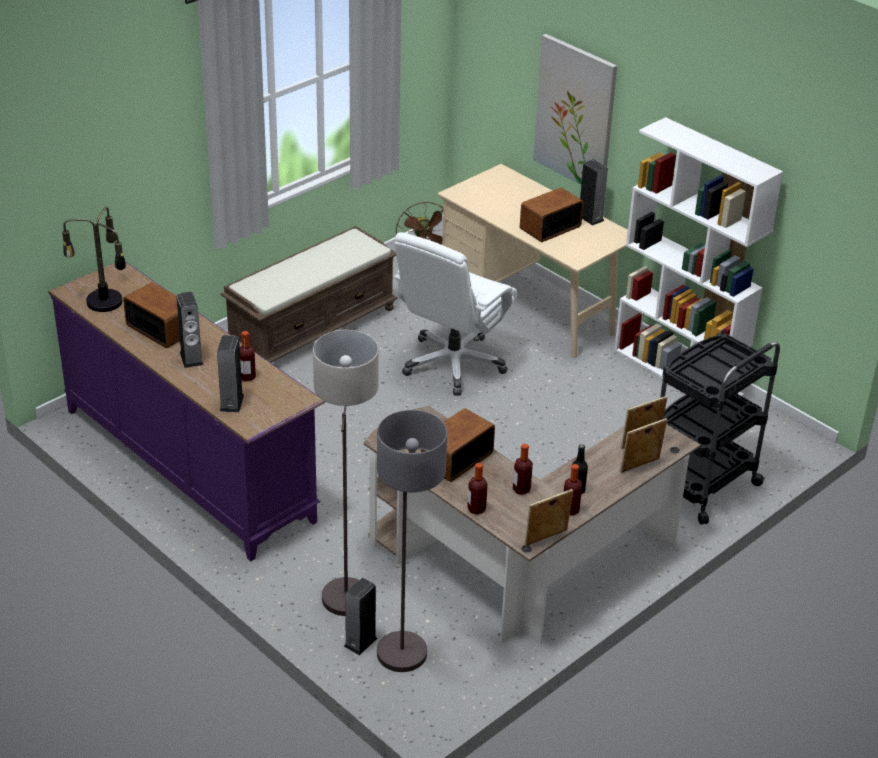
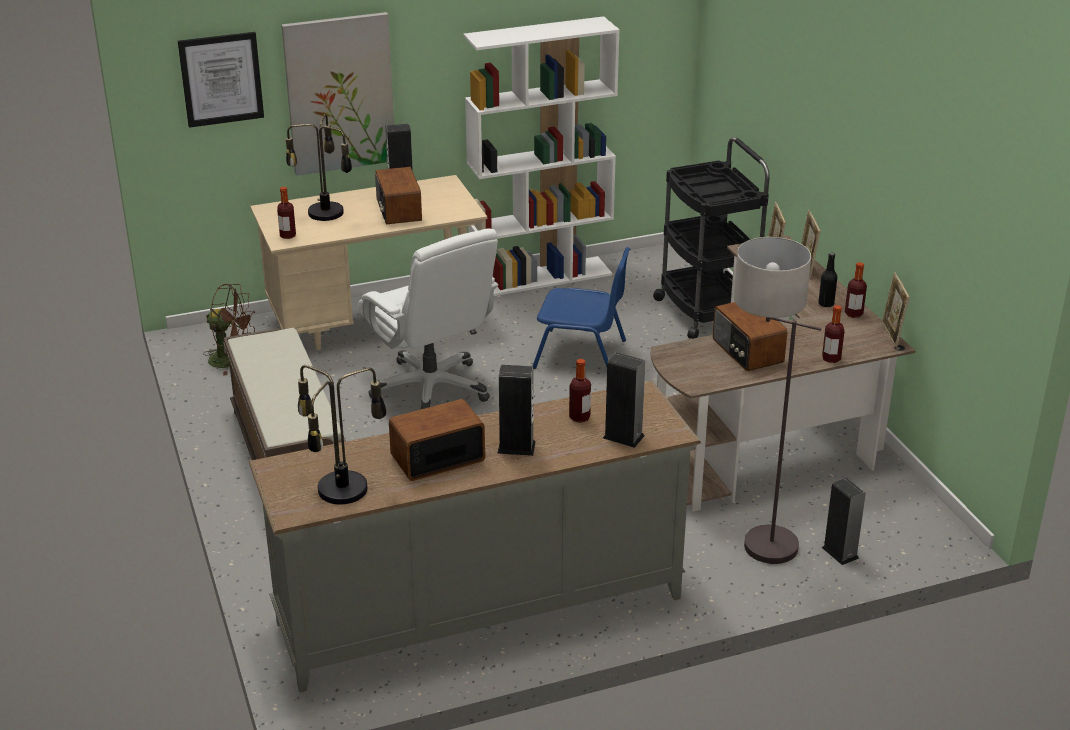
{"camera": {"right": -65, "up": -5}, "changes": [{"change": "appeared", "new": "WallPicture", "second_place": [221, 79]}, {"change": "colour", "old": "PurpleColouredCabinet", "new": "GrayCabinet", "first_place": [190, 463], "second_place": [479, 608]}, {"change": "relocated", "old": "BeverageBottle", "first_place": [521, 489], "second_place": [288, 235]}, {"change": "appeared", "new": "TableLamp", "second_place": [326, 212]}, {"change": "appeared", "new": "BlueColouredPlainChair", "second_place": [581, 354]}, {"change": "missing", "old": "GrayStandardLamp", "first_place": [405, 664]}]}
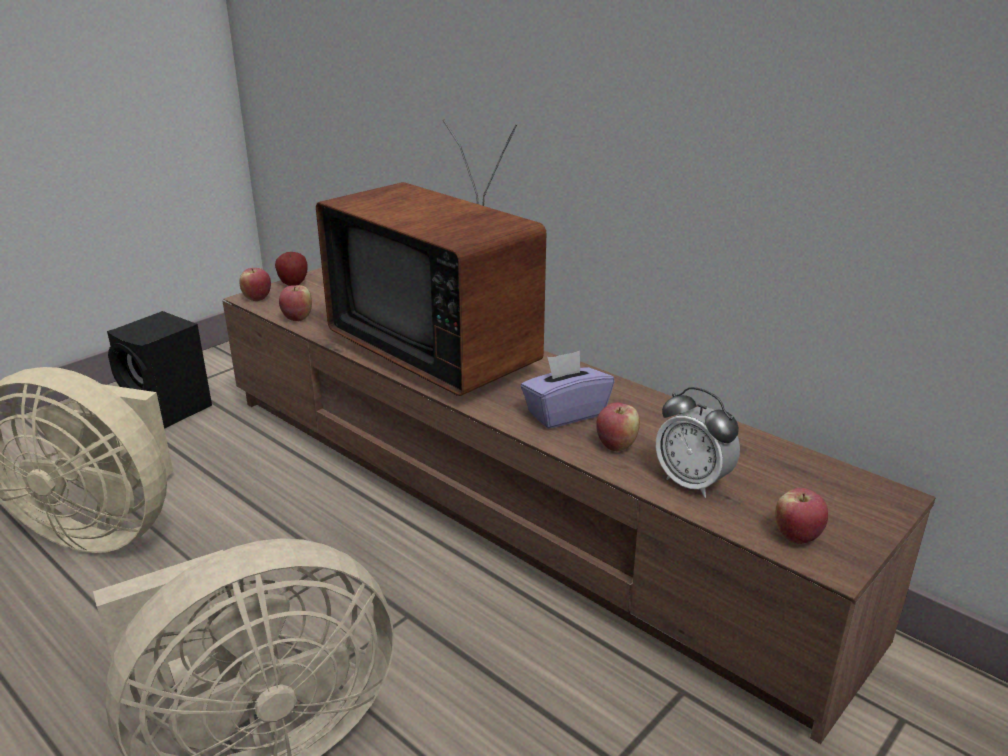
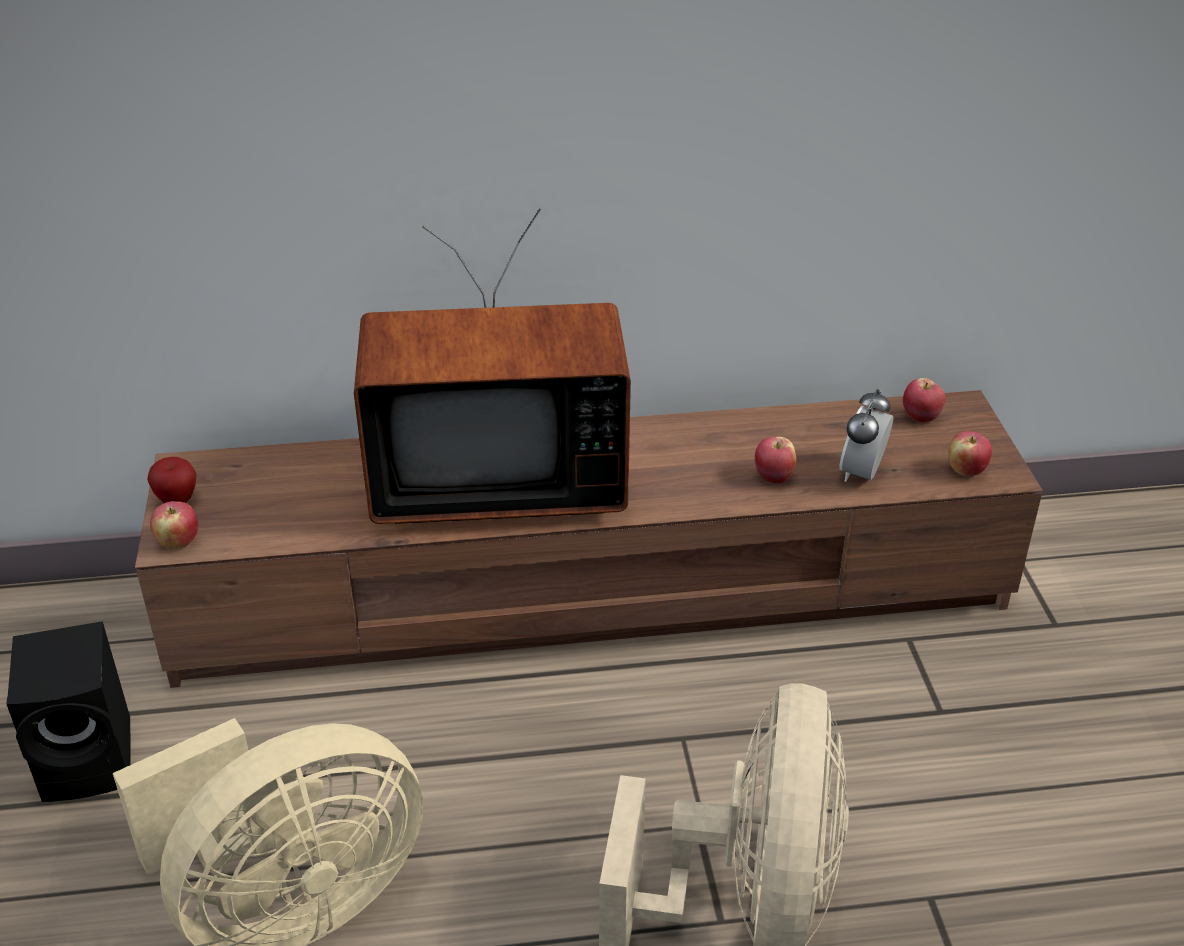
{"camera": {"right": -50, "up": 10}, "changes": [{"change": "spun", "old": "AlarmClock", "first_place": [692, 483], "second_place": [862, 473], "degrees": 120}, {"change": "relocated", "old": "WholeApple", "first_place": [297, 318], "second_place": [920, 417]}, {"change": "missing", "old": "PurpleColouredTissueHolder", "first_place": [565, 413]}]}
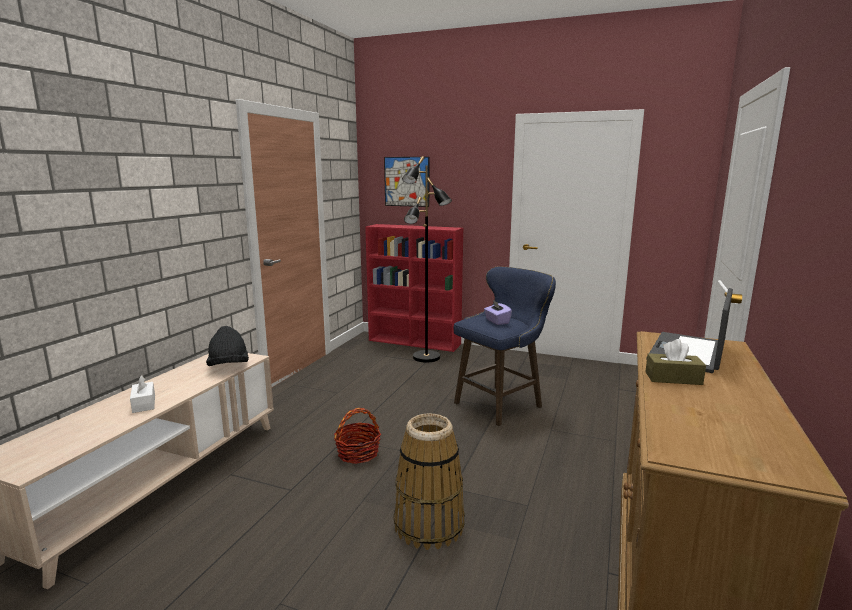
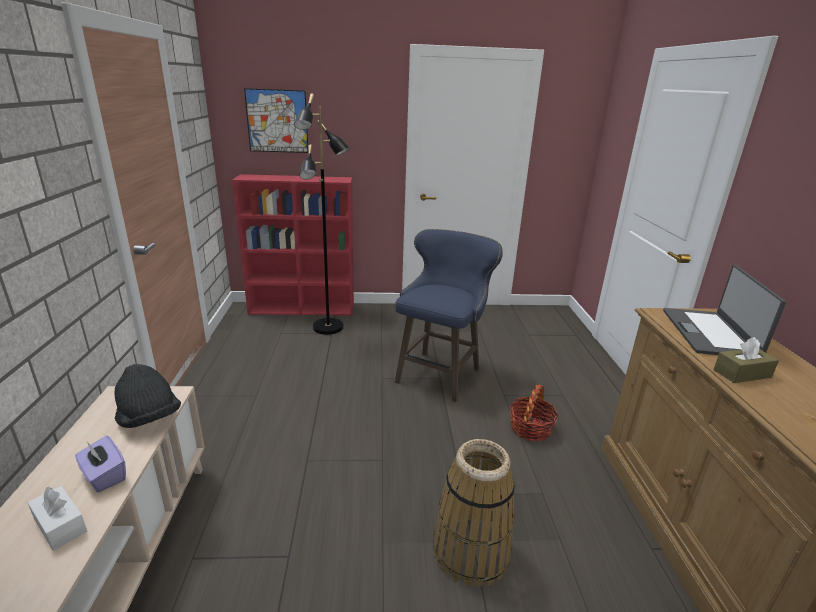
{"camera": {"right": -25, "up": 10}, "changes": [{"change": "relocated", "old": "PurpleColouredTissueHolder", "first_place": [497, 321], "second_place": [104, 476]}, {"change": "relocated", "old": "Basket", "first_place": [358, 453], "second_place": [530, 428]}]}
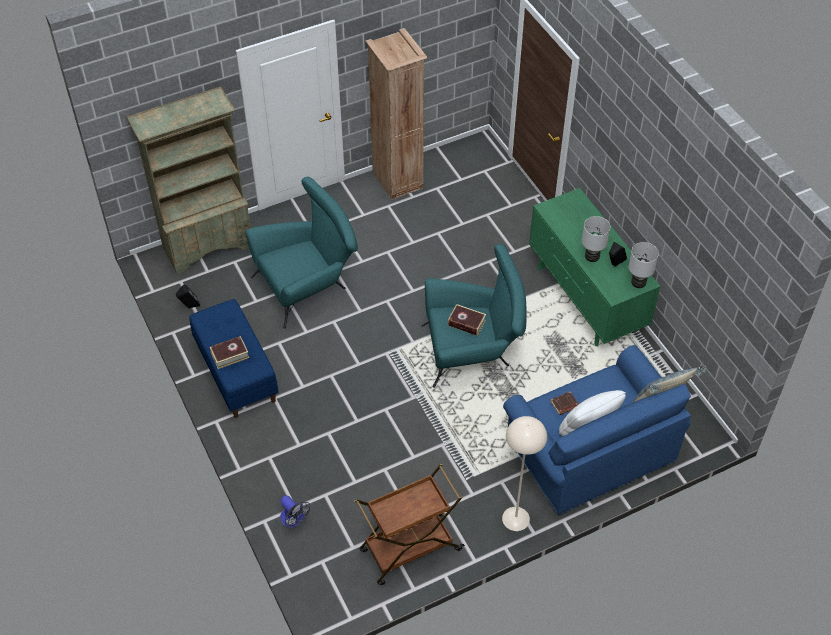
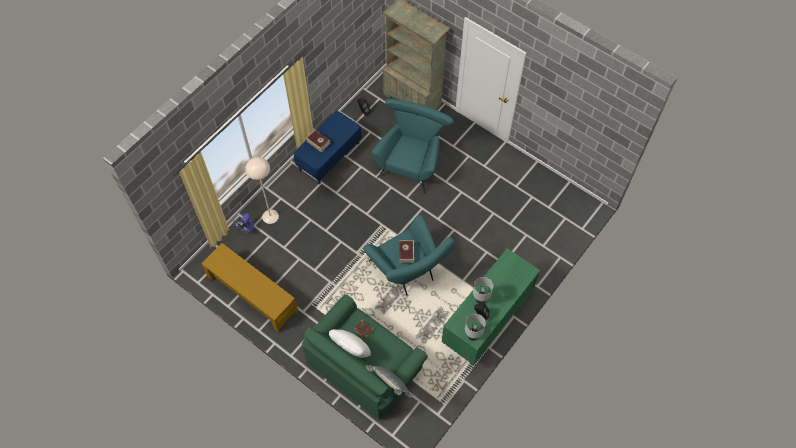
{"camera": {"right": 65, "up": 10}, "changes": [{"change": "exchanged", "old": "BrownColouredTrolley", "new": "YellowTvUnit", "first_place": [410, 550], "second_place": [251, 294]}, {"change": "relocated", "old": "BeigeStandardLamp", "first_place": [515, 519], "second_place": [270, 216]}, {"change": "colour", "old": "BlueColouredSettee", "new": "GreenColouredSettee", "first_place": [590, 450], "second_place": [364, 366]}, {"change": "spun", "old": "BlueGreenEasyChair", "first_place": [307, 285], "second_place": [411, 161], "degrees": -105}, {"change": "missing", "old": "BrownColouredCabinet", "first_place": [398, 180]}]}
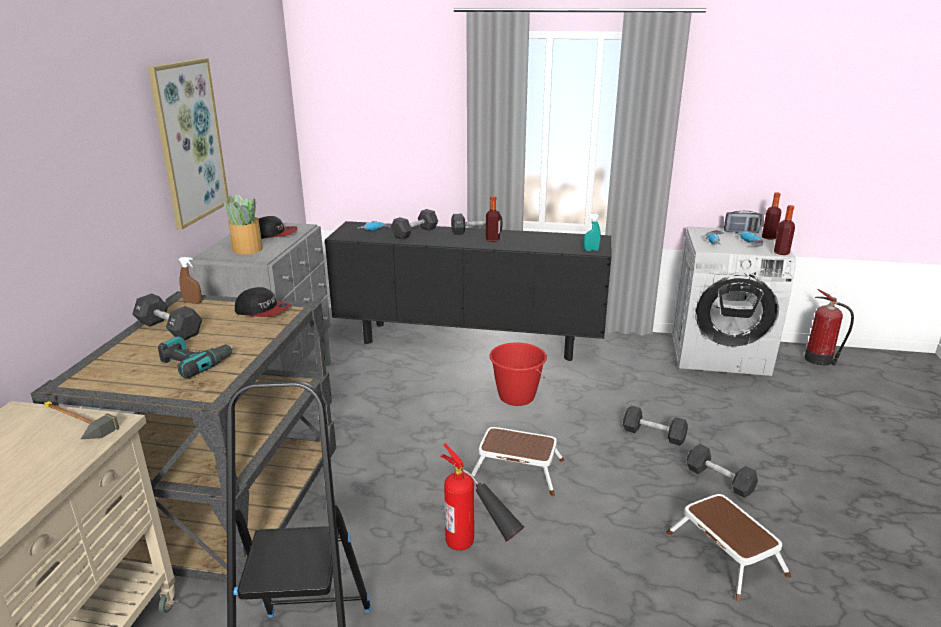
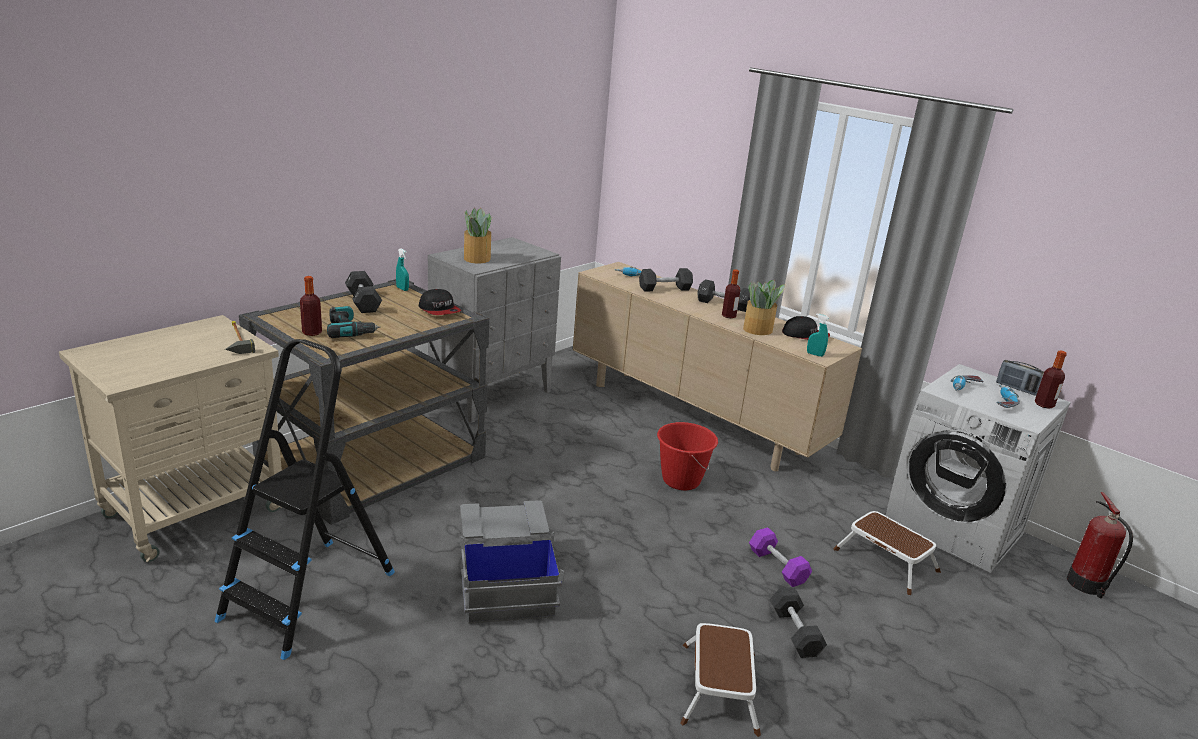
{"camera": {"right": 30, "up": 0}, "changes": [{"change": "relocated", "old": "BeverageBottle", "first_place": [781, 253], "second_place": [312, 333]}, {"change": "colour", "old": "BrownColouredHandSprayer", "new": "BlueGreenHandSprayer", "first_place": [193, 302], "second_place": [402, 289]}, {"change": "exchanged", "old": "FireExtinguisher", "new": "GrayStorageBox", "first_place": [478, 555], "second_place": [506, 580]}, {"change": "colour", "old": "BlackishCabinet", "new": "BeigeCabinet", "first_place": [469, 341], "second_place": [694, 417]}, {"change": "appeared", "new": "PottedPlant", "second_place": [758, 330]}, {"change": "colour", "old": "BlackishDumbbell", "new": "PurpleColouredDumbbell", "first_place": [653, 434], "second_place": [777, 566]}, {"change": "relocated", "old": "Cap", "first_place": [274, 234], "second_place": [805, 335]}, {"change": "relocated", "old": "BrownColouredStepStool", "first_place": [517, 470], "second_place": [886, 560]}, {"change": "missing", "old": "WallPicture", "first_place": [189, 142]}]}
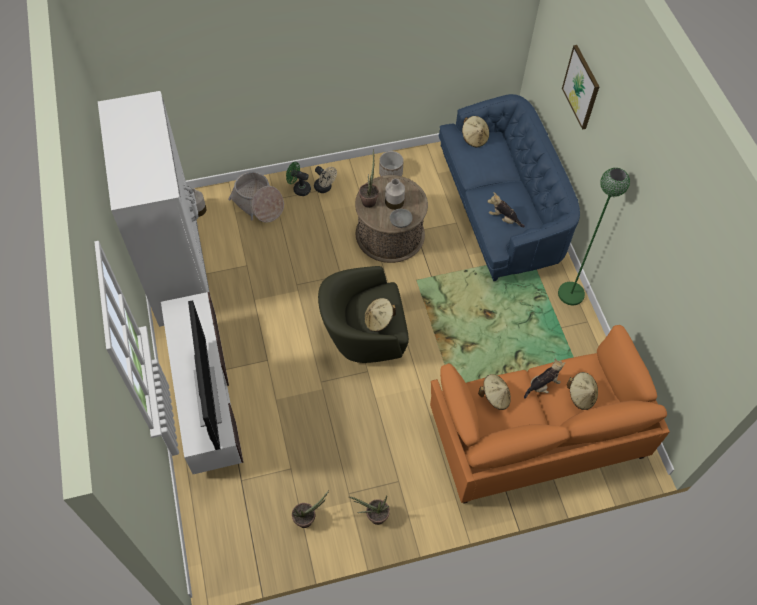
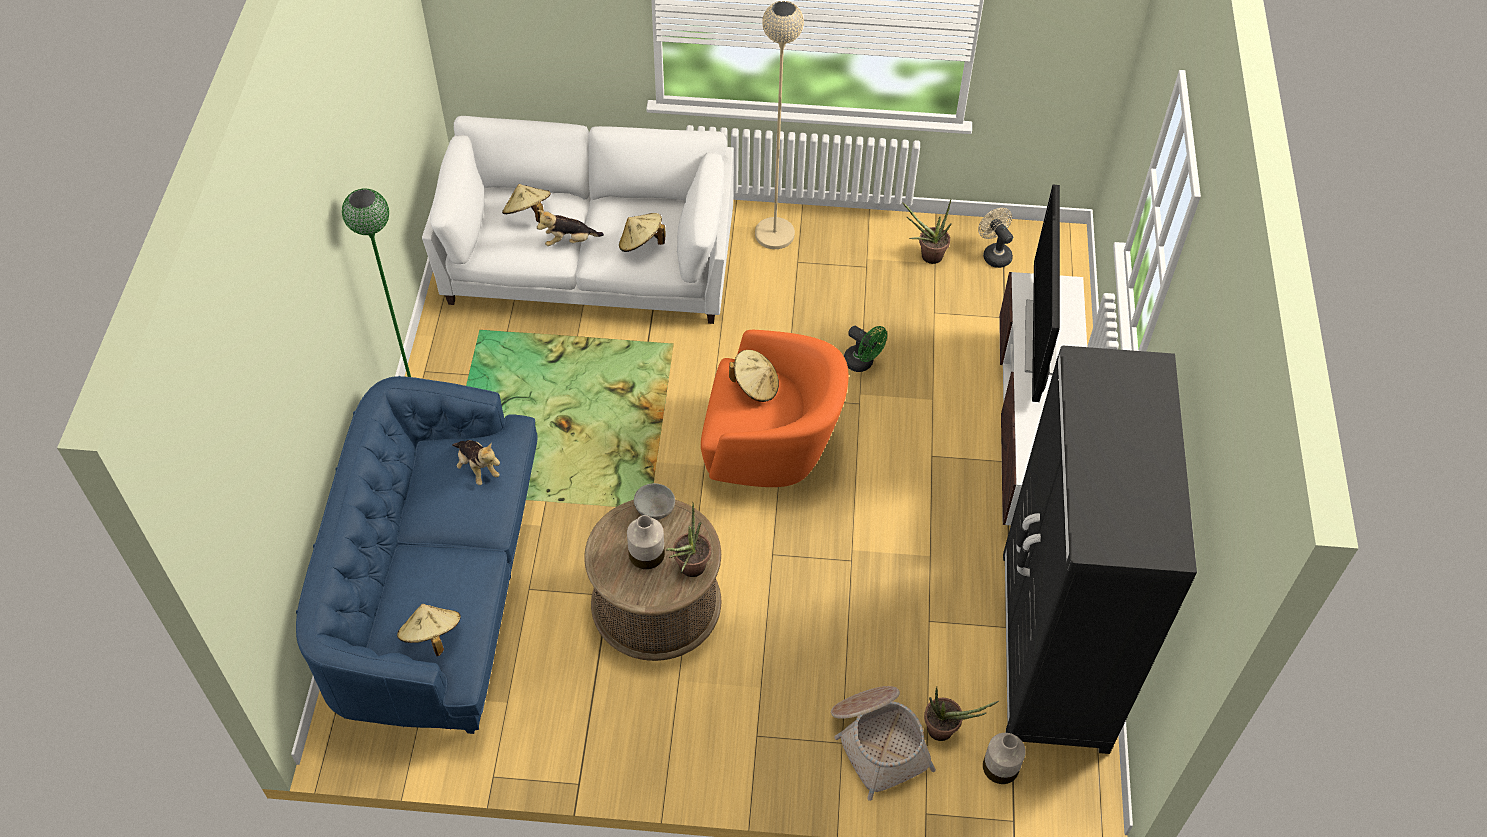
{"camera": {"right": -160, "up": -5}, "changes": [{"change": "colour", "old": "OrangeySettee", "new": "WhiteSettee", "first_place": [536, 433], "second_place": [590, 262]}, {"change": "colour", "old": "GreenColouredEasyChair", "new": "OrangeyEasyChair", "first_place": [364, 336], "second_place": [770, 448]}, {"change": "appeared", "new": "BeigeStandardLamp", "second_place": [775, 234]}, {"change": "relocated", "old": "GreenColouredCoolingFan", "first_place": [299, 188], "second_place": [862, 363]}, {"change": "relocated", "old": "PottedPlant", "first_place": [373, 516], "second_place": [946, 731]}, {"change": "relocated", "old": "BeigeCoolingFan", "first_place": [325, 188], "second_place": [994, 254]}, {"change": "colour", "old": "WhiteCabinet", "new": "BlackishCabinet", "first_place": [179, 270], "second_place": [1052, 649]}, {"change": "missing", "old": "Planter", "first_place": [391, 173]}, {"change": "missing", "old": "WallPicture", "first_place": [581, 87]}]}
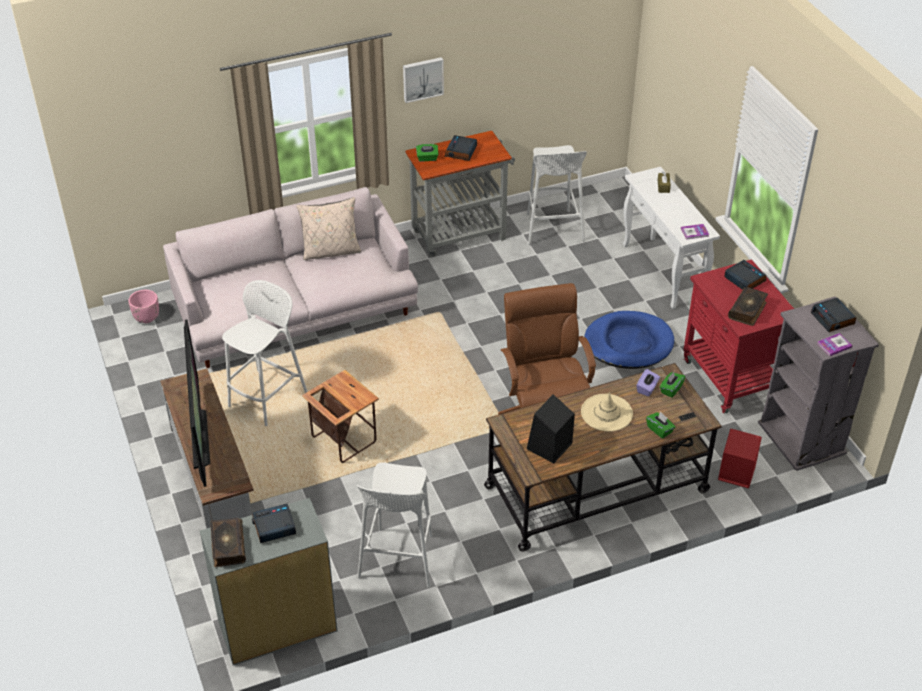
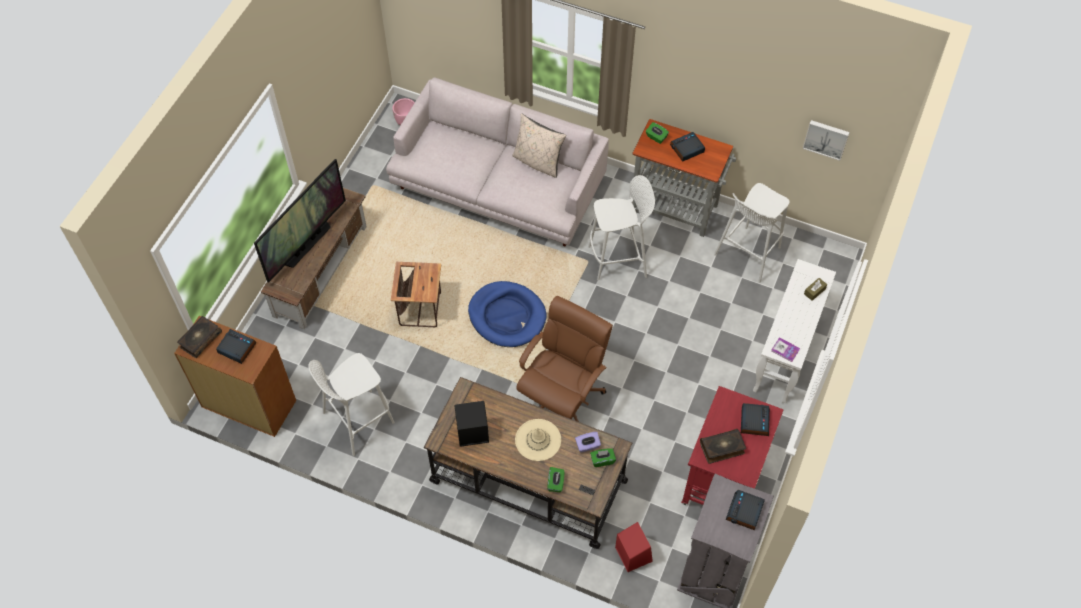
{"camera": {"right": 45, "up": 15}, "changes": [{"change": "colour", "old": "GrayCabinet", "new": "BrownColouredCabinet", "first_place": [276, 626], "second_place": [248, 403]}, {"change": "relocated", "old": "BlueColouredPetBed", "first_place": [628, 343], "second_place": [507, 316]}, {"change": "relocated", "old": "WhiteSittingStool", "first_place": [267, 398], "second_place": [618, 258]}, {"change": "relocated", "old": "WallPicture", "first_place": [422, 79], "second_place": [826, 138]}, {"change": "missing", "old": "Book", "first_place": [834, 345]}]}
